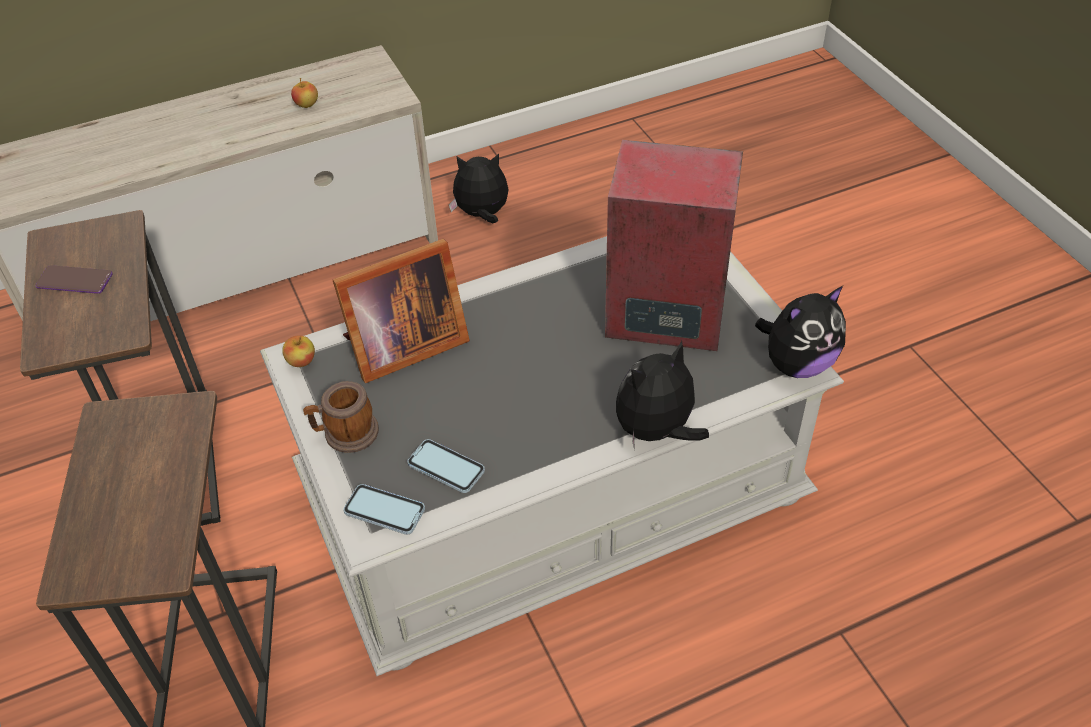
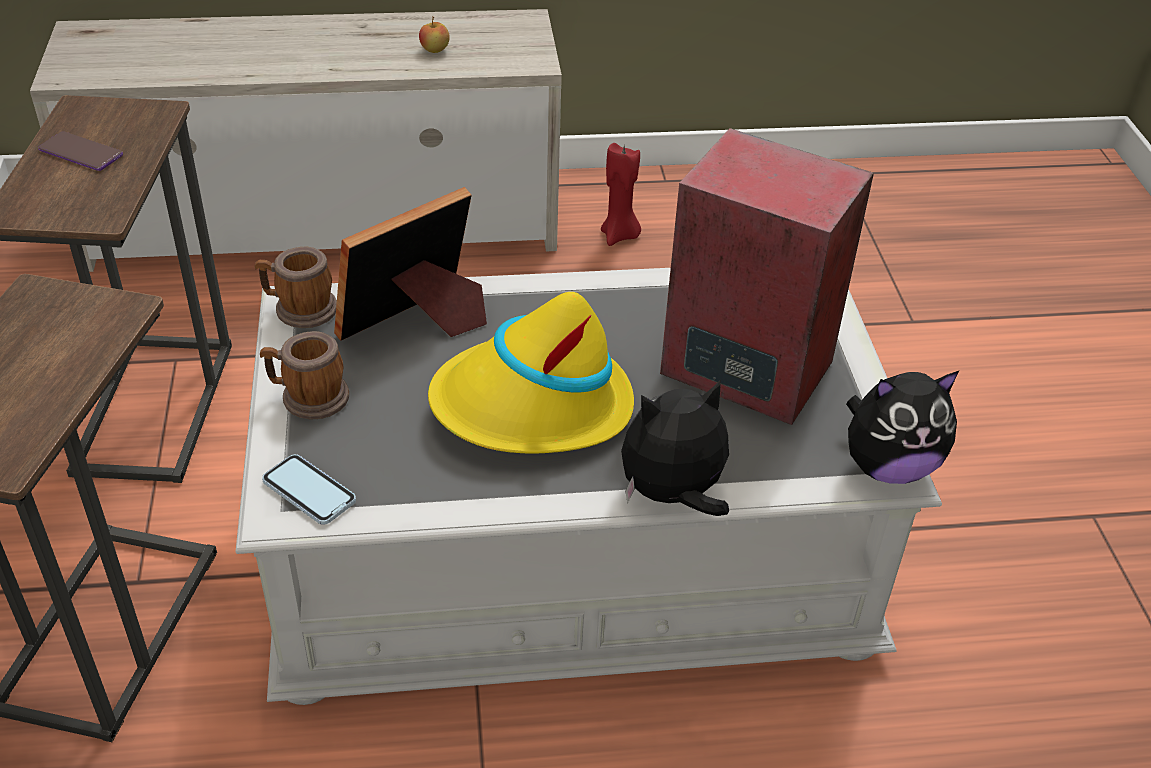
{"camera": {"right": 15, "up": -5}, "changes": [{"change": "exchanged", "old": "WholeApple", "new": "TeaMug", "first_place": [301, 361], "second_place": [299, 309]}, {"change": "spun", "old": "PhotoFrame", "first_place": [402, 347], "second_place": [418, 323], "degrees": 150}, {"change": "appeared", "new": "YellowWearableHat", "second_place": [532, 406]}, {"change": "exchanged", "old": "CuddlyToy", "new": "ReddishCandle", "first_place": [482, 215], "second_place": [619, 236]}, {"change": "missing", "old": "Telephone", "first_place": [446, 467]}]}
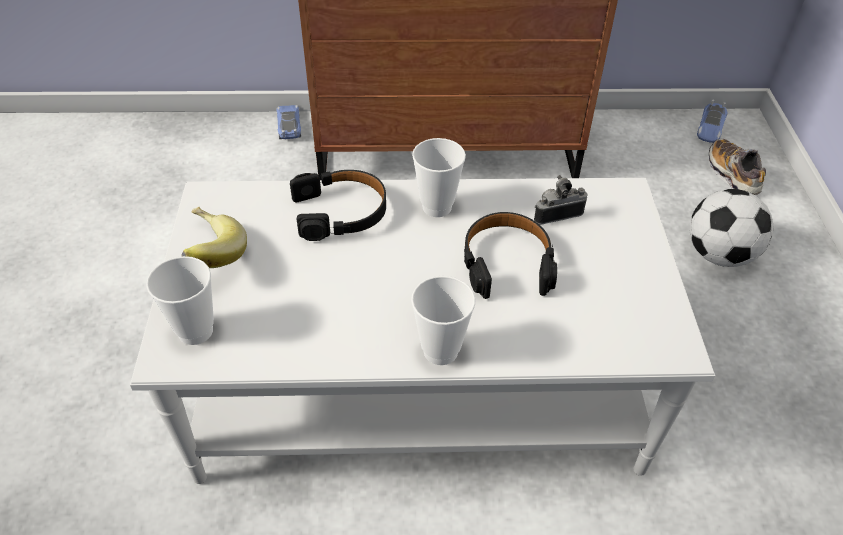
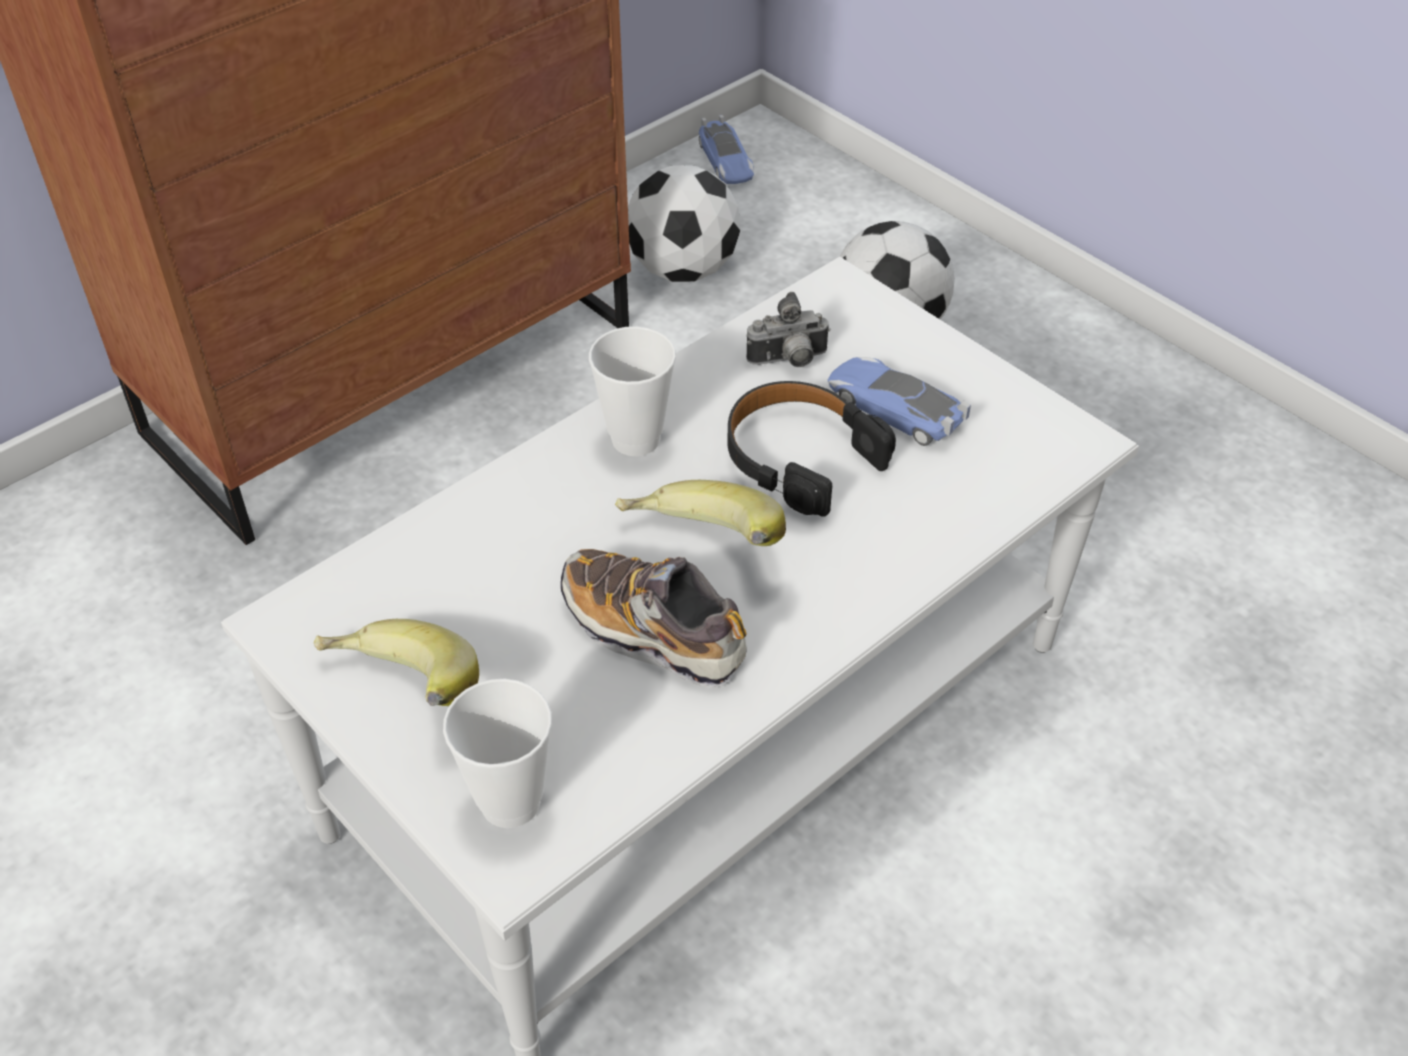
{"camera": {"right": -40, "up": 0}, "changes": [{"change": "relocated", "old": "Shoe", "first_place": [732, 175], "second_place": [653, 632]}, {"change": "appeared", "new": "BananaFruit", "second_place": [699, 549]}, {"change": "appeared", "new": "BallForFootball", "second_place": [683, 269]}, {"change": "spun", "old": "StillCamera", "first_place": [556, 213], "second_place": [789, 361], "degrees": -135}, {"change": "relocated", "old": "ToyCar", "first_place": [289, 125], "second_place": [895, 408]}, {"change": "missing", "old": "BlackishHeadset", "first_place": [341, 212]}, {"change": "missing", "old": "DrinkingCup", "first_place": [440, 351]}]}
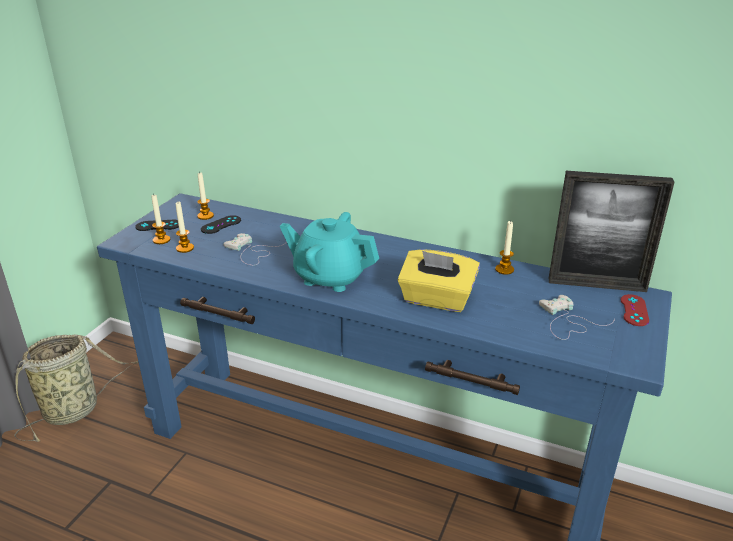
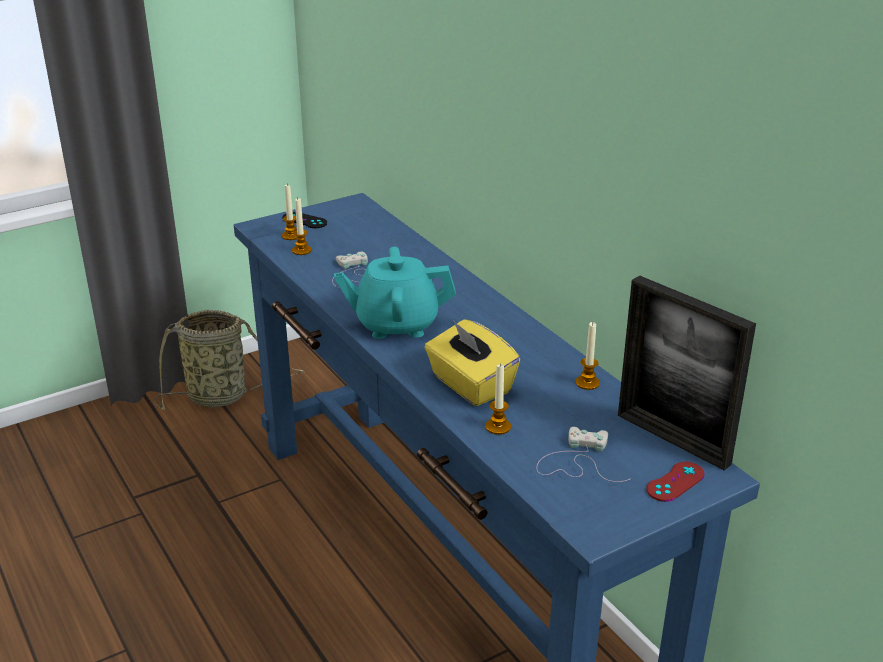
{"camera": {"right": 35, "up": 0}, "changes": [{"change": "spun", "old": "BlueGreenPotForTea", "first_place": [330, 277], "second_place": [396, 324], "degrees": -60}, {"change": "relocated", "old": "Candle", "first_place": [205, 216], "second_place": [498, 427]}, {"change": "missing", "old": "BlackishGamepad", "first_place": [221, 225]}]}
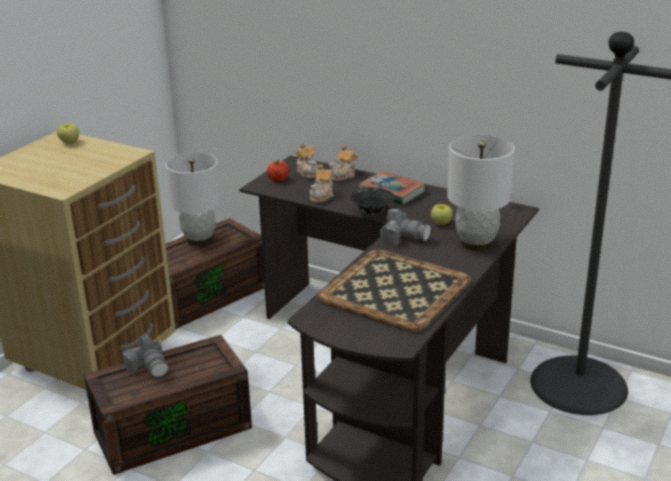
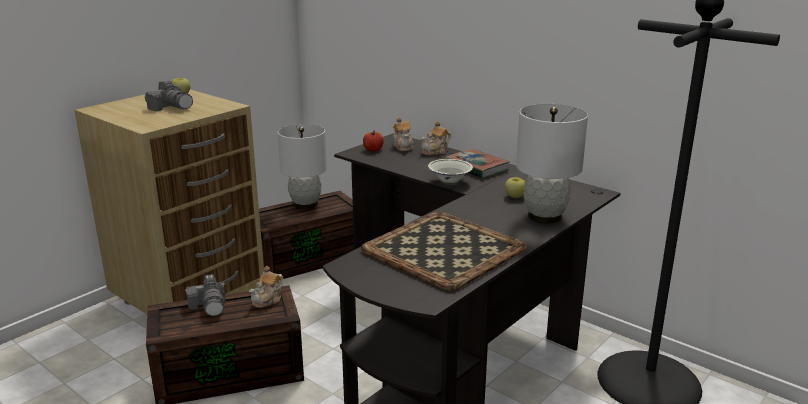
{"camera": {"right": 10, "up": -5}, "changes": [{"change": "relocated", "old": "StillCamera", "first_place": [403, 238], "second_place": [171, 107]}, {"change": "relocated", "old": "PotForTea", "first_place": [322, 196], "second_place": [268, 300]}, {"change": "colour", "old": "BlackishDeepDish", "new": "WhiteDeepDish", "first_place": [372, 212], "second_place": [449, 182]}]}
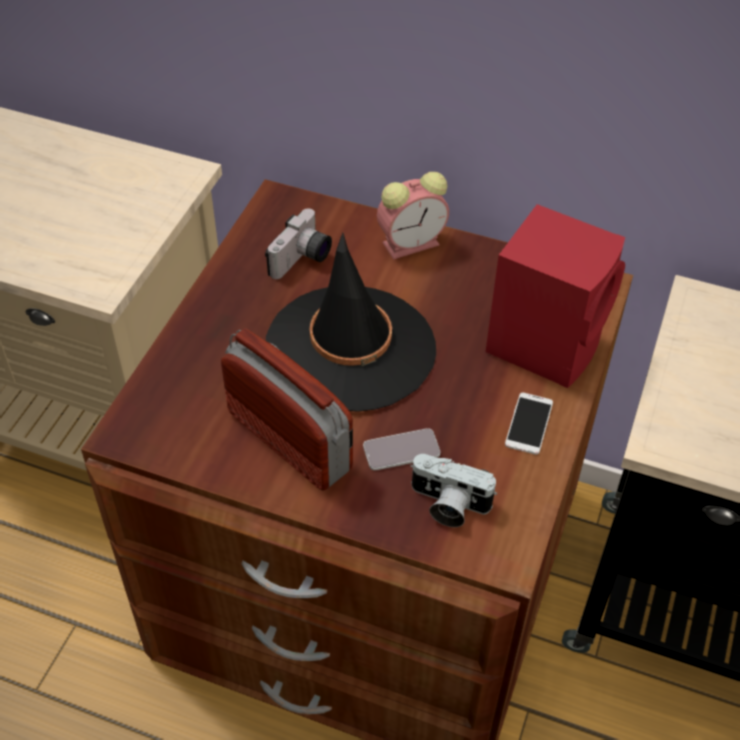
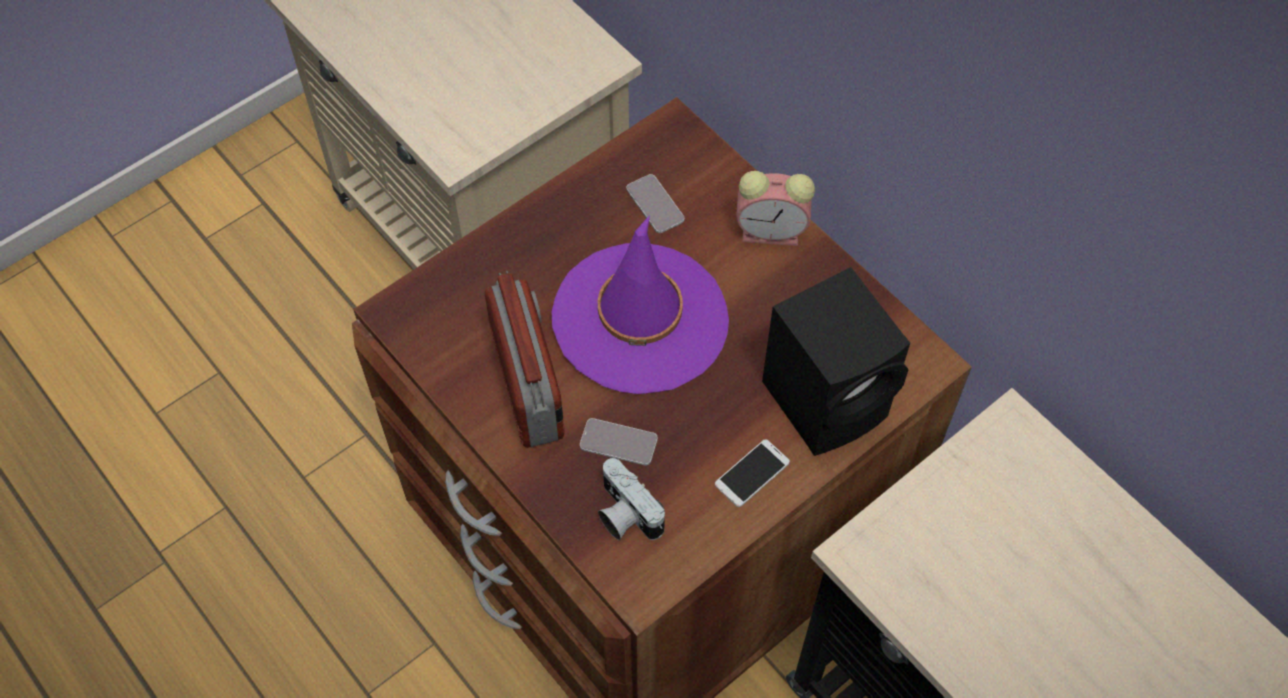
{"camera": {"right": 30, "up": 10}, "changes": [{"change": "colour", "old": "BlackishWearableHat", "new": "PurpleColouredWearableHat", "first_place": [351, 347], "second_place": [640, 318]}, {"change": "exchanged", "old": "StillCamera", "new": "Telephone", "first_place": [302, 260], "second_place": [655, 204]}, {"change": "colour", "old": "ReddishSpeaker", "new": "BlackishSpeaker", "first_place": [546, 342], "second_place": [829, 399]}]}
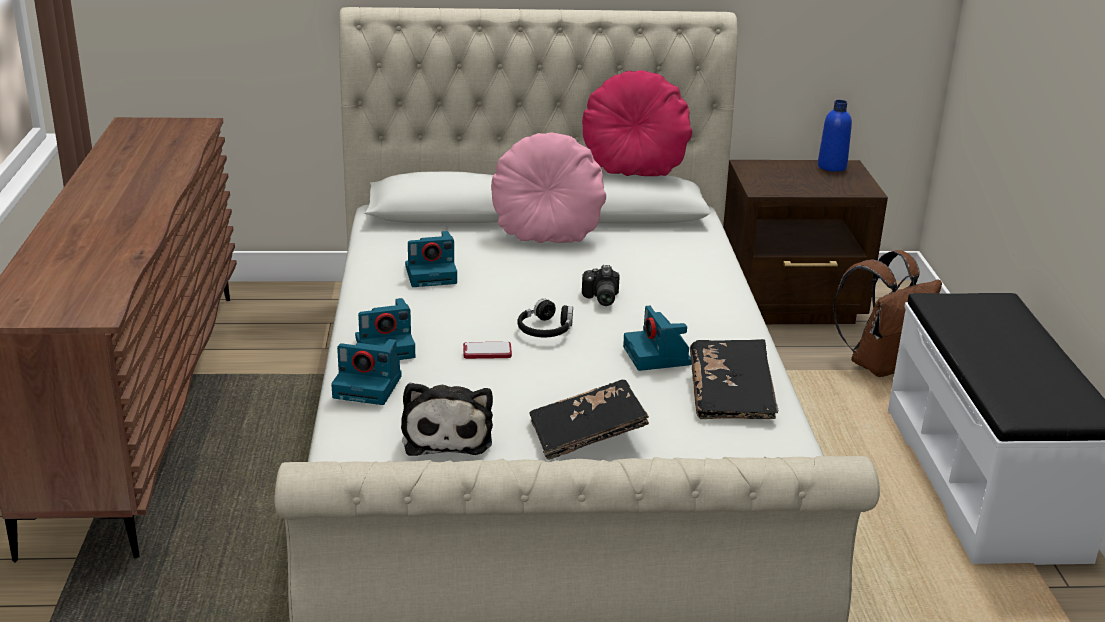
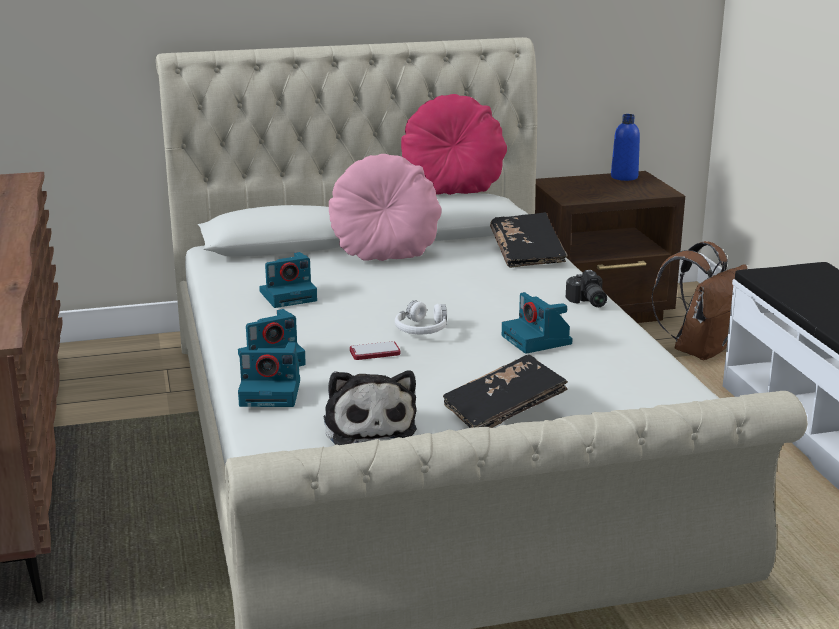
{"camera": {"right": -10, "up": -5}, "changes": [{"change": "colour", "old": "BlackishHeadset", "new": "WhiteHeadset", "first_place": [545, 329], "second_place": [422, 329]}, {"change": "relocated", "old": "BlackishBook", "first_place": [731, 395], "second_place": [527, 254]}, {"change": "relocated", "old": "StillCamera", "first_place": [600, 298], "second_place": [587, 302]}]}
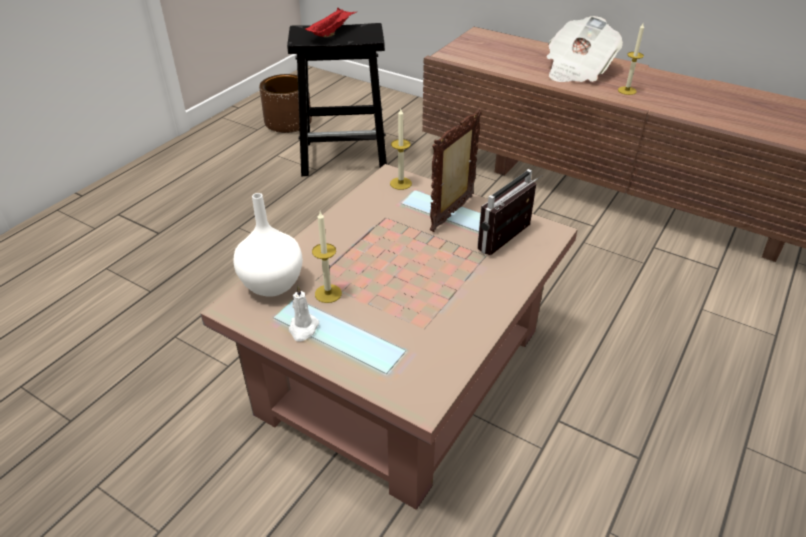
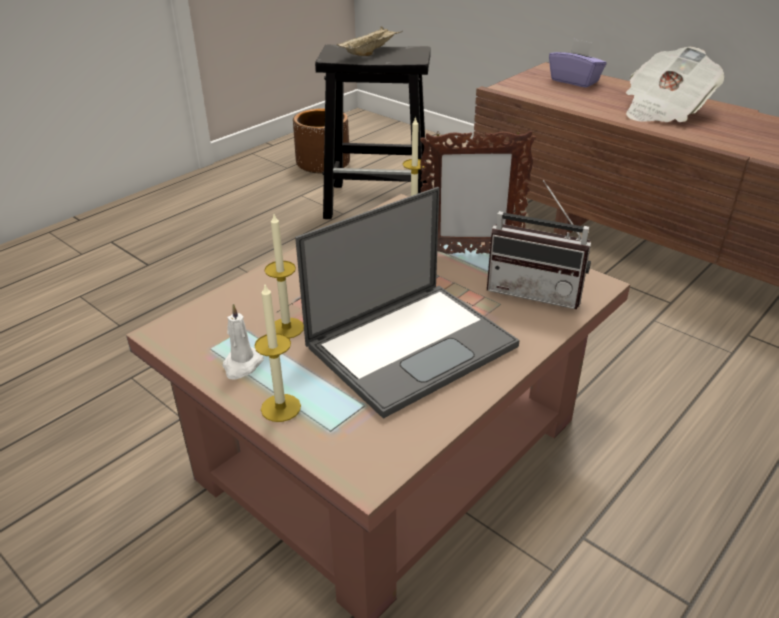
{"camera": {"right": 10, "up": -5}, "changes": [{"change": "relocated", "old": "Candle", "first_place": [627, 90], "second_place": [280, 408]}, {"change": "appeared", "new": "PortableComputer", "second_place": [412, 344]}, {"change": "colour", "old": "ReddishServingTray", "new": "BeigeServingTray", "first_place": [332, 32], "second_place": [370, 52]}, {"change": "spun", "old": "PhotoFrame", "first_place": [453, 214], "second_place": [470, 253], "degrees": -135}, {"change": "spun", "old": "RadioSet", "first_place": [510, 242], "second_place": [536, 291], "degrees": -120}, {"change": "appeared", "new": "PurpleColouredTissueHolder", "second_place": [574, 81]}, {"change": "missing", "old": "WhiteDecorativeVase", "first_place": [272, 285]}]}
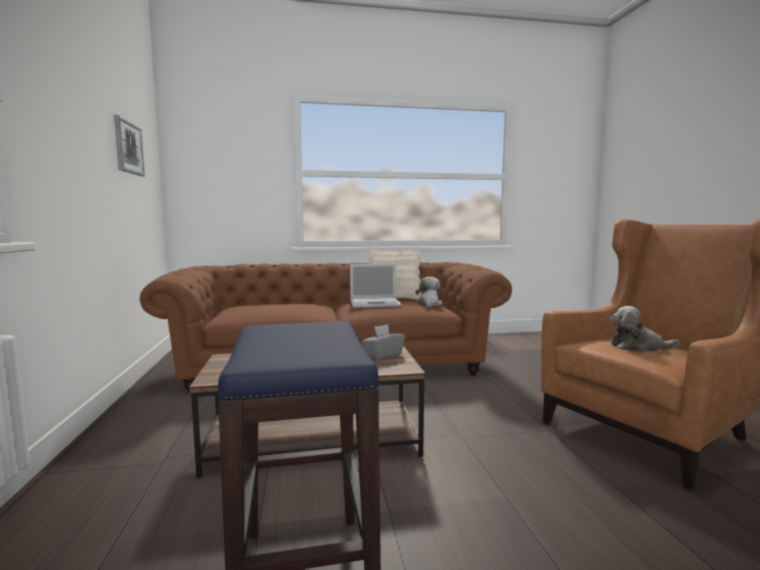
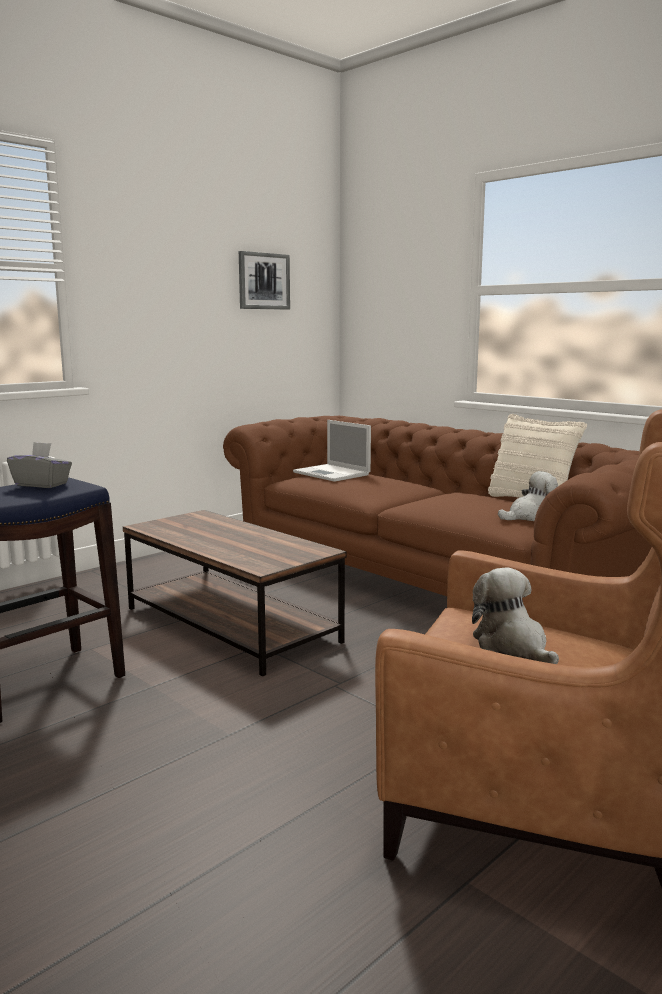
{"camera": {"right": 55, "up": 5}, "changes": [{"change": "relocated", "old": "GrayTissueHolder", "first_place": [383, 354], "second_place": [42, 484]}, {"change": "relocated", "old": "PortableComputer", "first_place": [376, 303], "second_place": [332, 473]}]}
